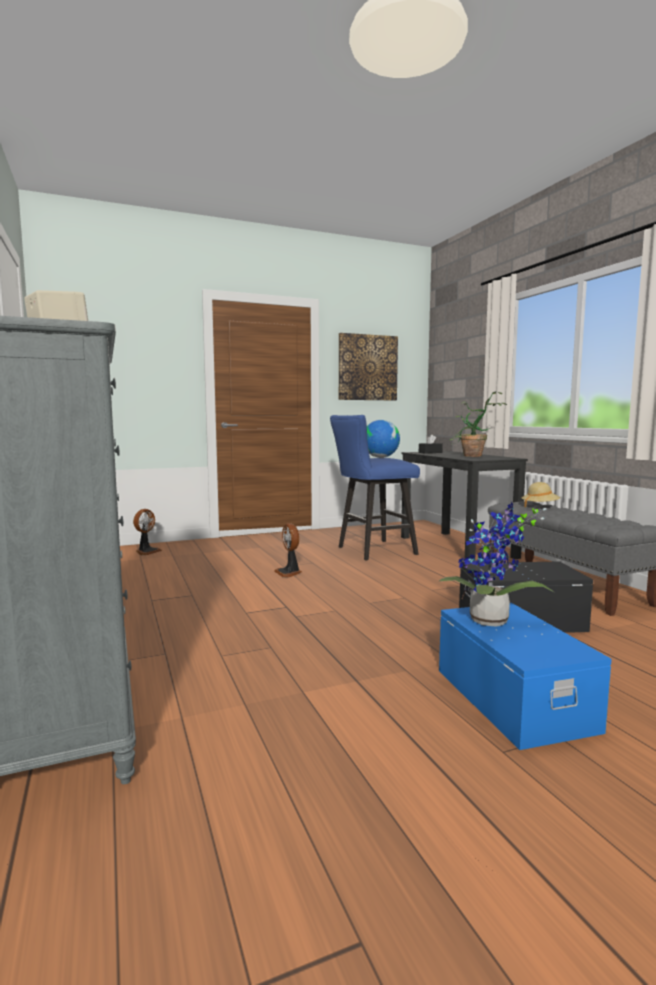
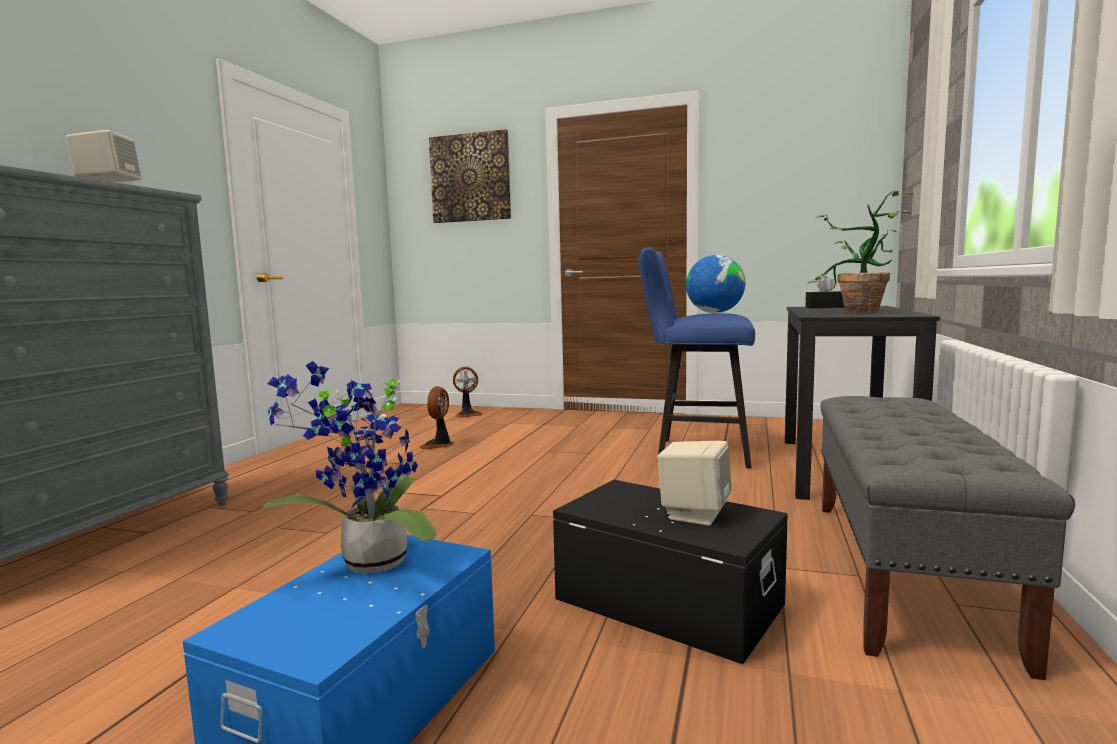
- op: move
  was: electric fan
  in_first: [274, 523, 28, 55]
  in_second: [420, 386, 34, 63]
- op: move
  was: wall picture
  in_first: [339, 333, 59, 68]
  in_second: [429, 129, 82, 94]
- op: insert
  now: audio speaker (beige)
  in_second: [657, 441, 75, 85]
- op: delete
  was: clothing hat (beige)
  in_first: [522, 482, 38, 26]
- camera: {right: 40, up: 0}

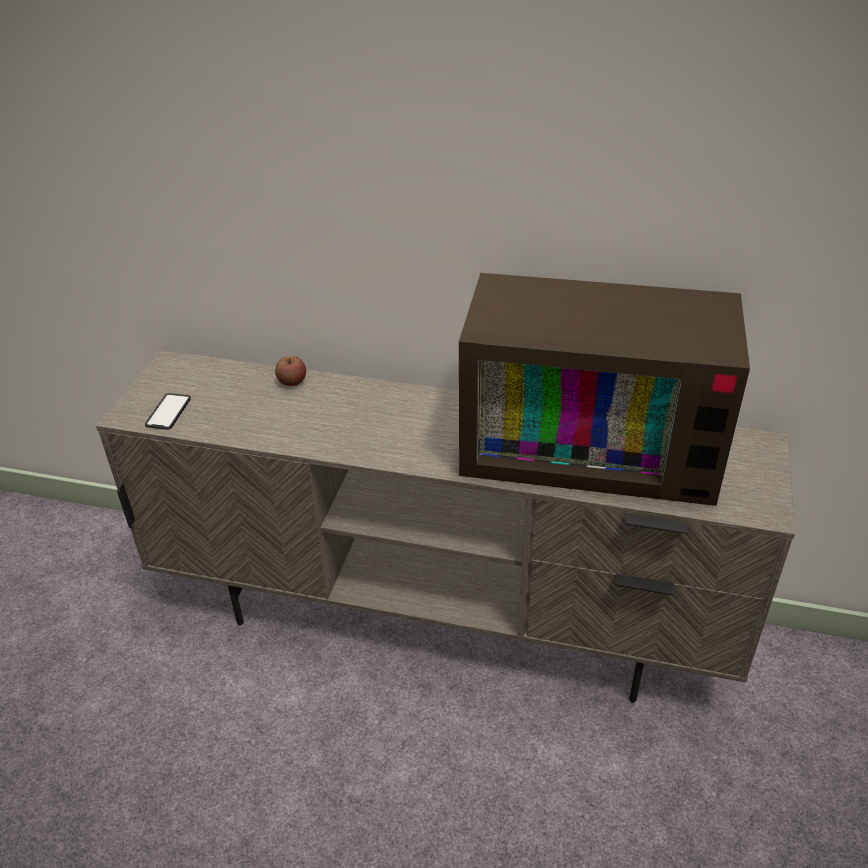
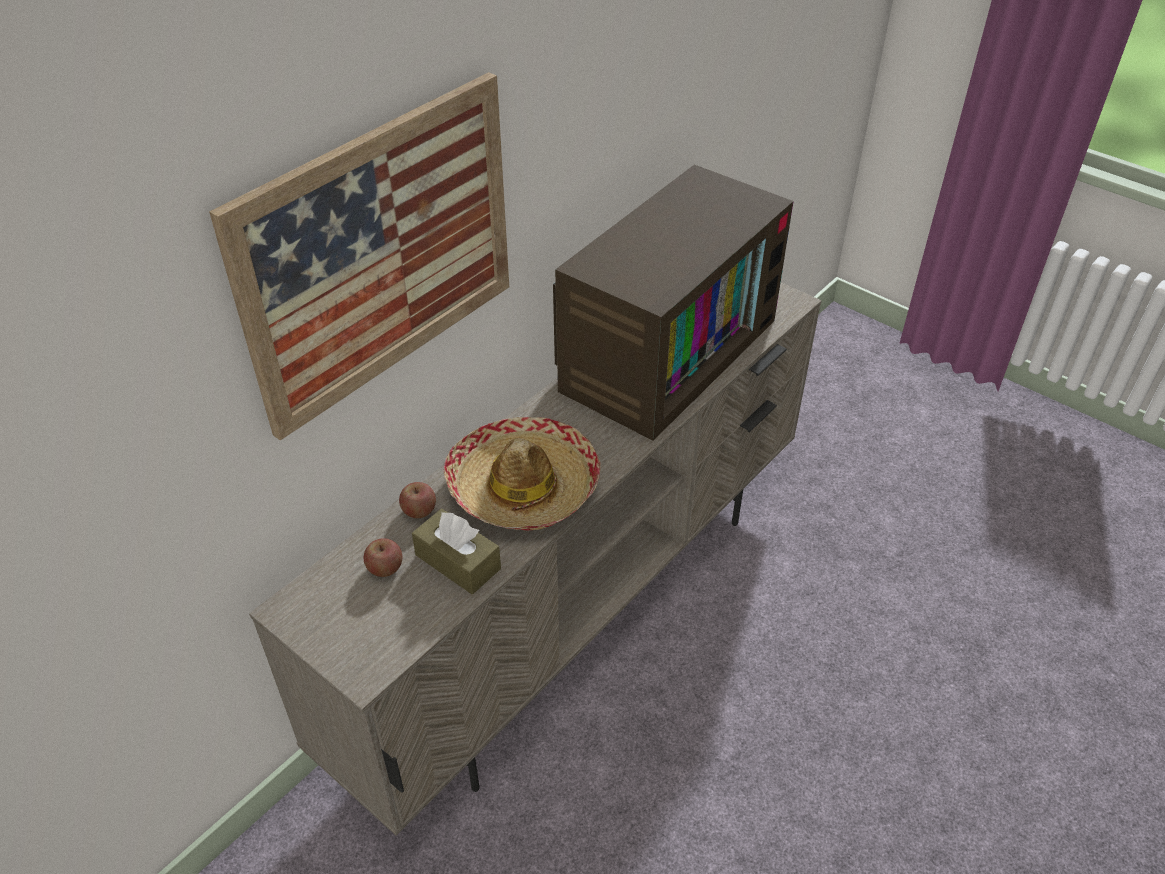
- op: insert
  now: wall picture
  in_second: [209, 72, 300, 369]
- op: insert
  now: apple fruit
  in_second: [364, 538, 38, 39]
- op: insert
  now: box of tissues (brown)
  in_second: [412, 509, 89, 85]
- op: insert
  now: clothing hat
  in_second: [444, 417, 157, 114]
- op: delete
  was: phone
  in_first: [145, 393, 46, 37]
- camera: {right: -65, up: 5}

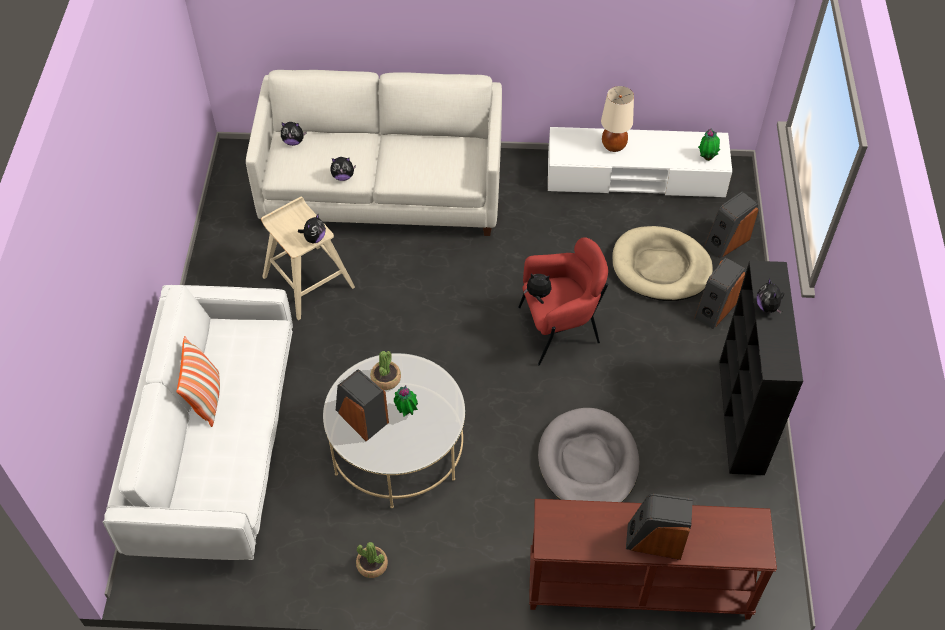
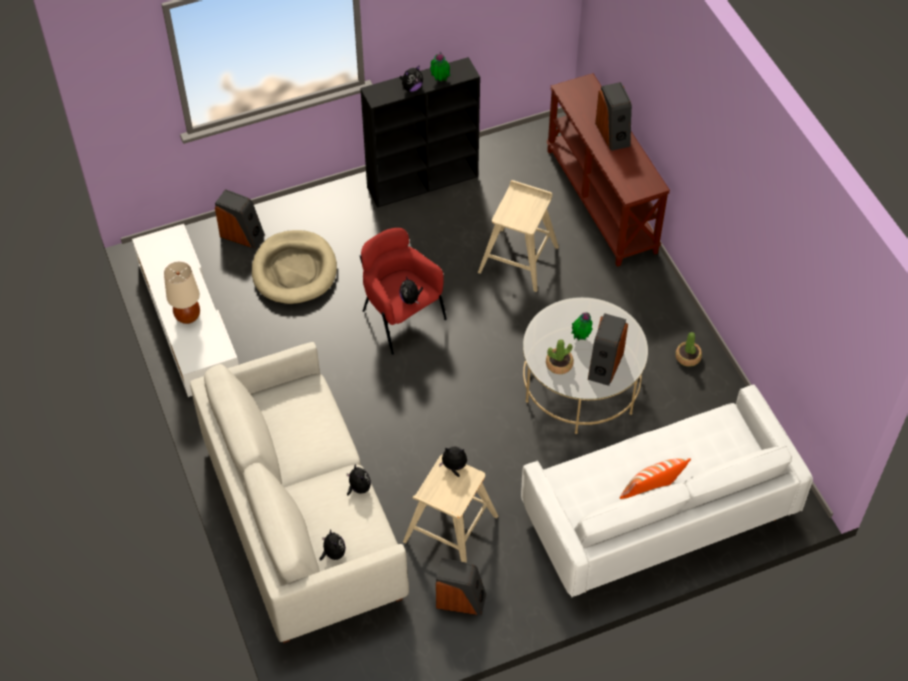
- op: move
  was: potted plant
  in_first: [698, 129, 22, 32]
  in_second: [430, 51, 21, 31]
- op: move
  was: audio speaker
  in_first: [694, 257, 52, 72]
  in_second: [436, 558, 50, 57]
- op: replace
  was: pet bed (grey)
  now: stool seat (beige)
  in_first: [538, 408, 102, 94]
  in_second: [478, 180, 81, 112]
- camera: {right: -115, up: 0}

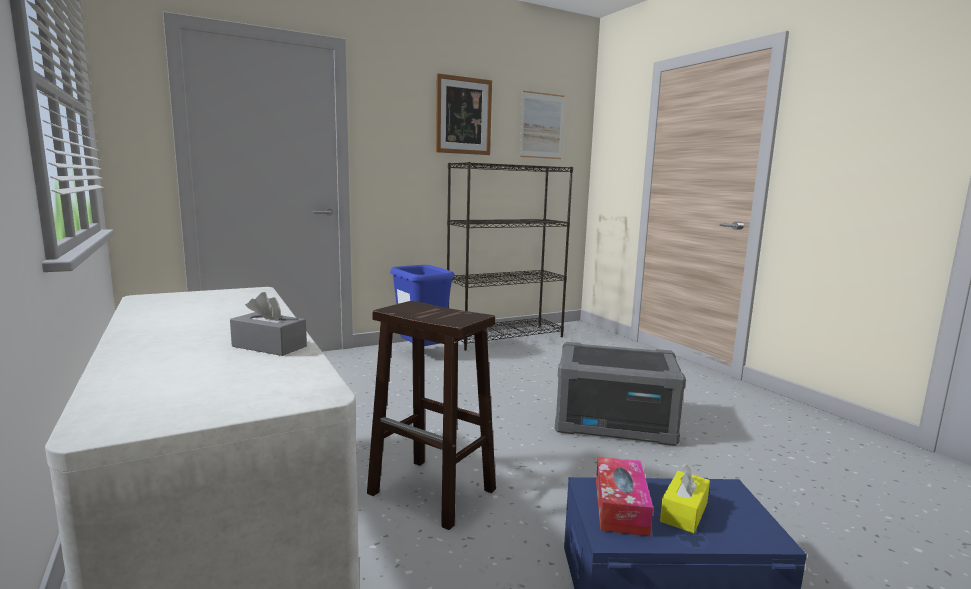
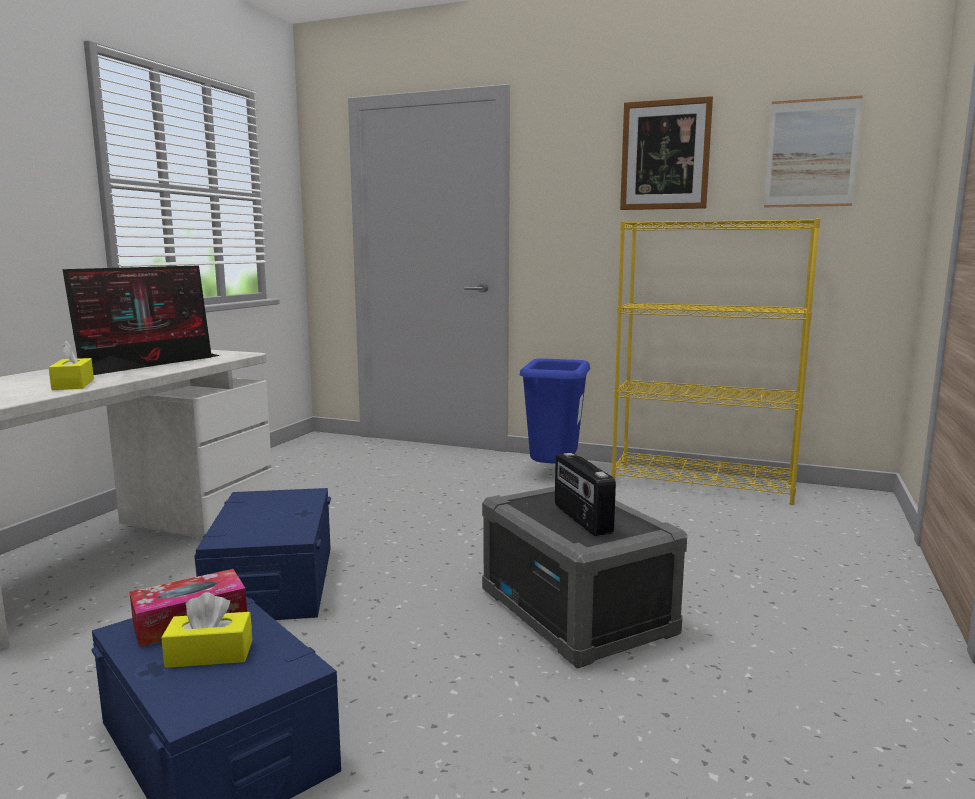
- op: recolor
  was: box of tissues (grey)
  now: box of tissues (yellow-coloured)
  in_first: [230, 292, 77, 64]
  in_second: [49, 341, 45, 49]
- op: insert
  now: monitor
  in_second: [62, 265, 158, 110]
- op: replace
  was: stool seat (brown)
  now: storage bin (blue)
  in_first: [367, 301, 129, 229]
  in_second: [194, 488, 137, 132]
- op: insert
  now: radio set
  in_second: [555, 453, 61, 83]
- op: recolor
  was: bookshelf (black-coloured)
  now: bookshelf (yellow-coloured)
  in_first: [447, 162, 126, 188]
  in_second: [611, 218, 210, 287]
- camera: {right: 50, up: 0}

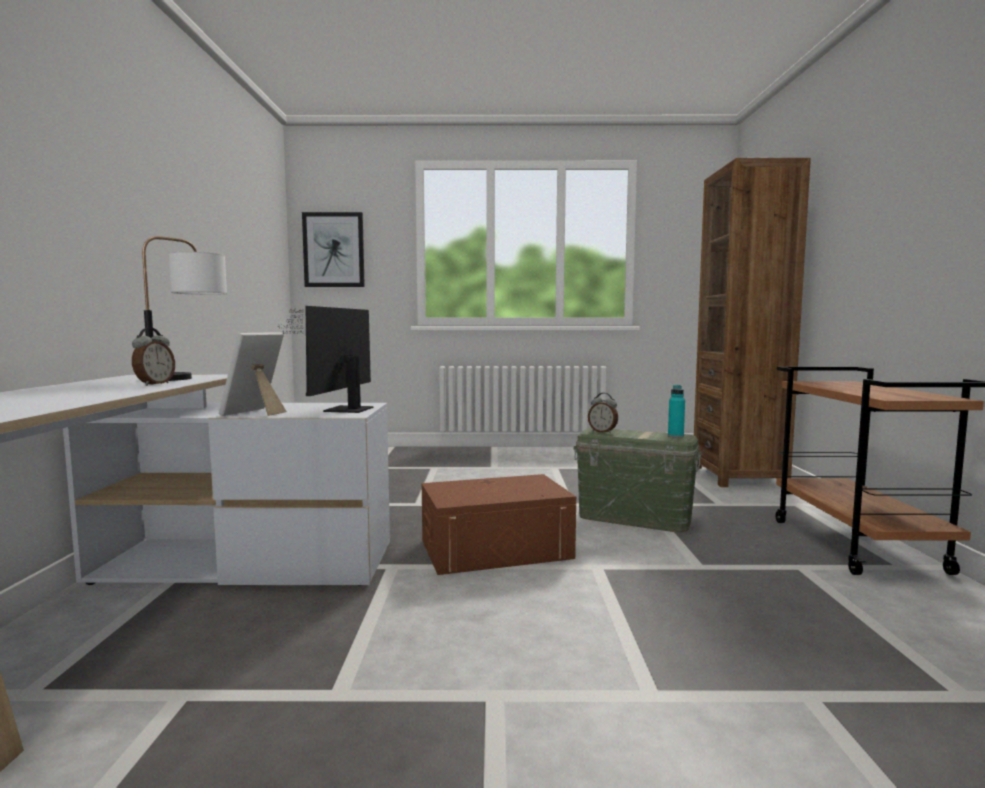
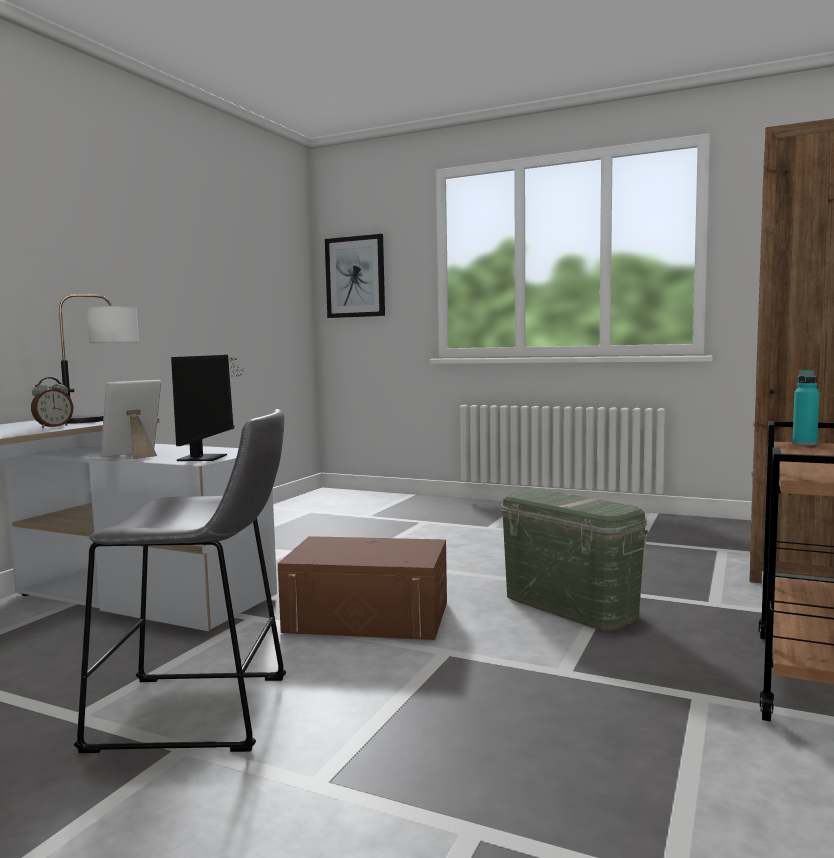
- op: insert
  now: stool seat (grey)
  in_second: [74, 409, 212, 344]
- op: rotate
  was: monitor
  in_first: [278, 306, 95, 107]
  in_second: [171, 355, 73, 106]
  clockwise: 150
- op: move
  was: bottle (turquoise-coloured)
  in_first: [668, 385, 17, 53]
  in_second: [792, 370, 27, 76]
- op: delete
  was: table clock
  in_first: [588, 393, 30, 40]
- camera: {right: 25, up: 0}

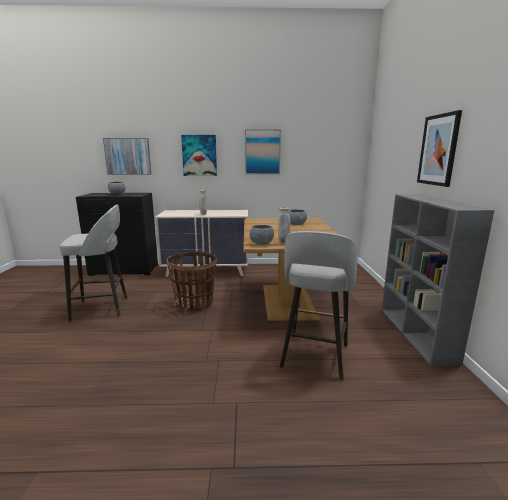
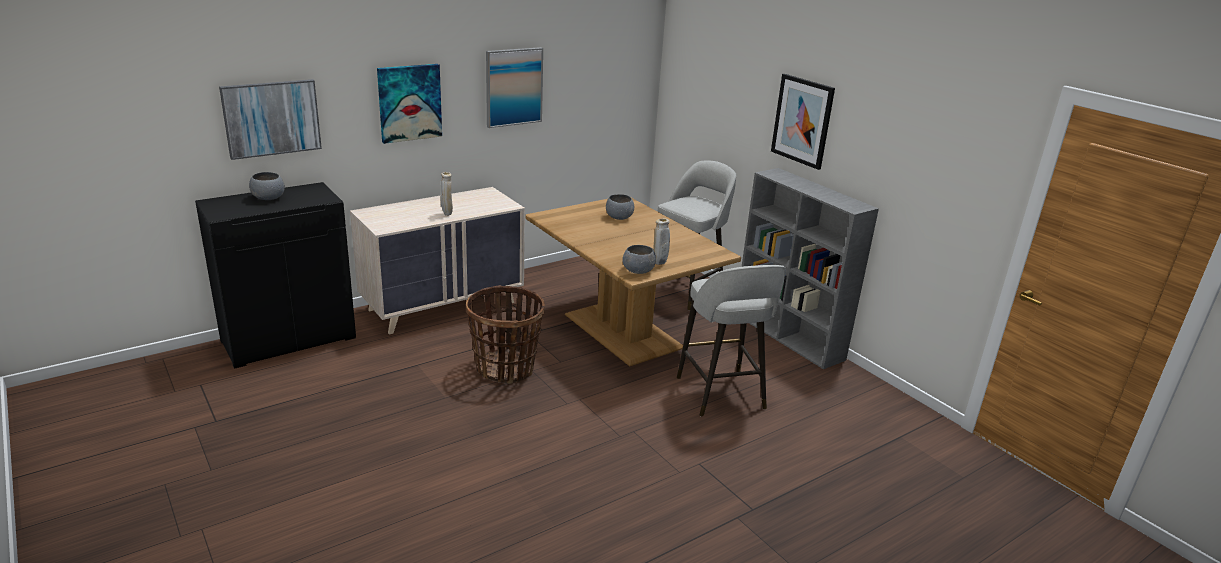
- op: move
  was: stool seat (grey)
  in_first: [60, 205, 68, 117]
  in_second: [657, 160, 80, 151]
- camera: {right: -35, up: 10}

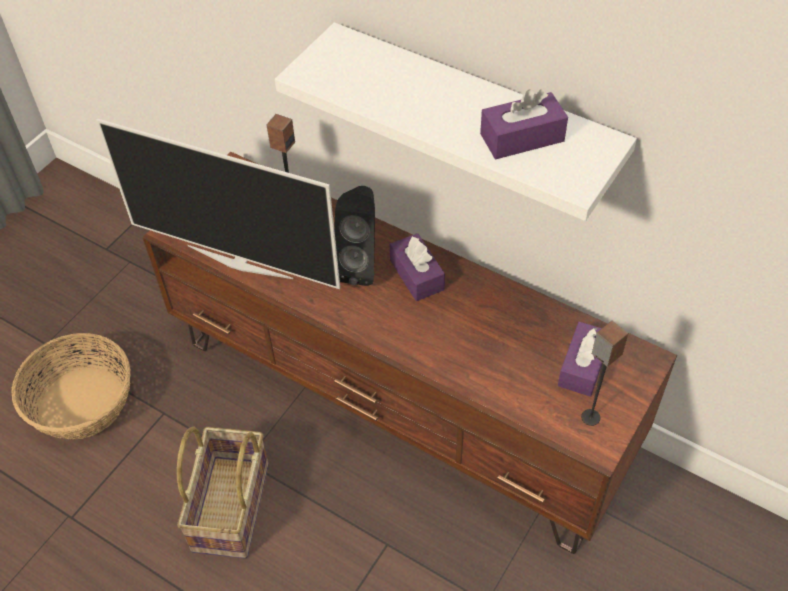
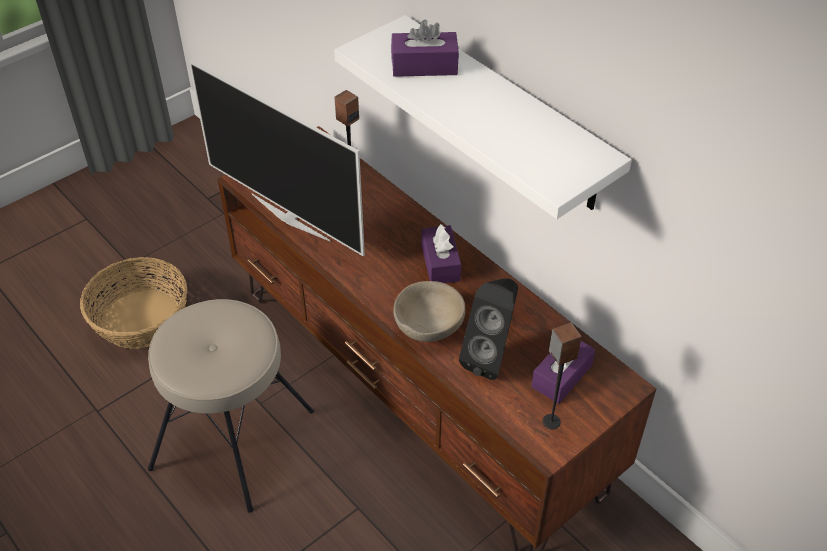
- op: replace
  was: household basket
  now: stool seat (beige)
  in_first: [177, 426, 92, 133]
  in_second: [148, 299, 166, 214]
- op: move
  was: box of tissues (purple-coloured)
  in_first: [480, 89, 88, 70]
  in_second: [391, 20, 68, 57]
- op: insert
  now: bowl (beige)
  in_second: [393, 281, 72, 61]
- op: move
  was: audio speaker (black-coloured)
  in_first: [334, 186, 41, 100]
  in_second: [459, 278, 59, 102]
- camera: {right: 15, up: -5}

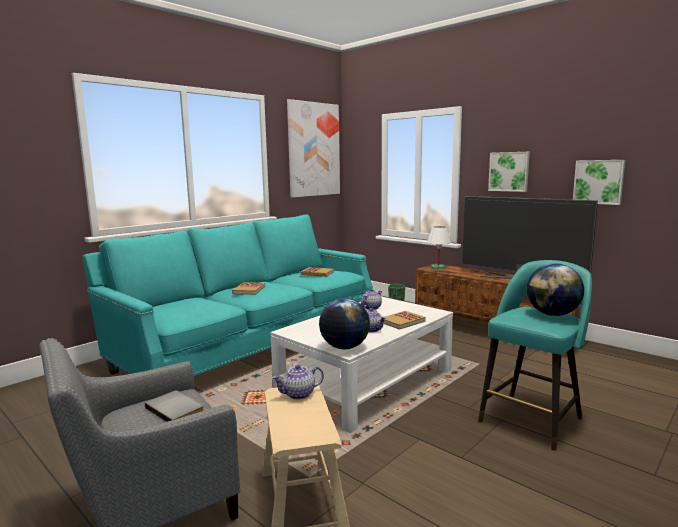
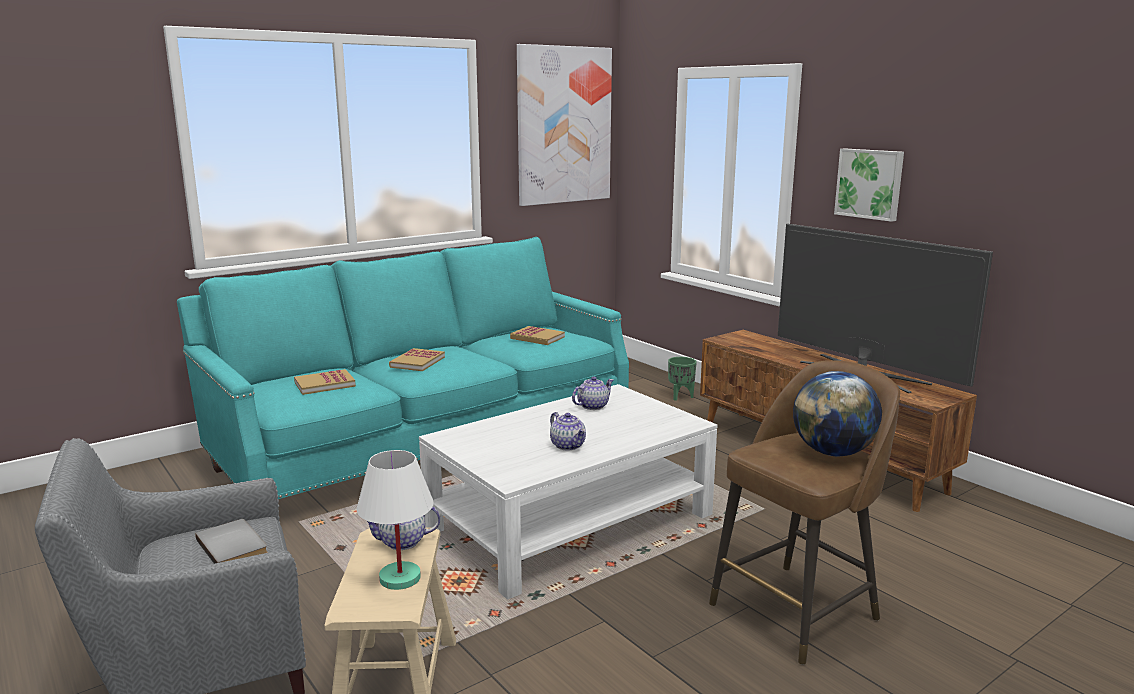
- op: move
  was: book
  in_first: [384, 311, 41, 19]
  in_second: [294, 369, 62, 26]
- op: move
  was: table lamp (whitish)
  in_first: [427, 226, 24, 43]
  in_second: [357, 450, 77, 140]
- op: recolor
  was: stool seat (turquoise-coloured)
  now: stool seat (brown)
  in_first: [478, 260, 114, 191]
  in_second: [709, 360, 191, 305]
- op: delete
  was: desk globe
  in_first: [319, 298, 51, 51]
- op: delete
  was: wall picture
  in_first: [573, 160, 52, 45]
- camera: {right: 10, up: 5}

